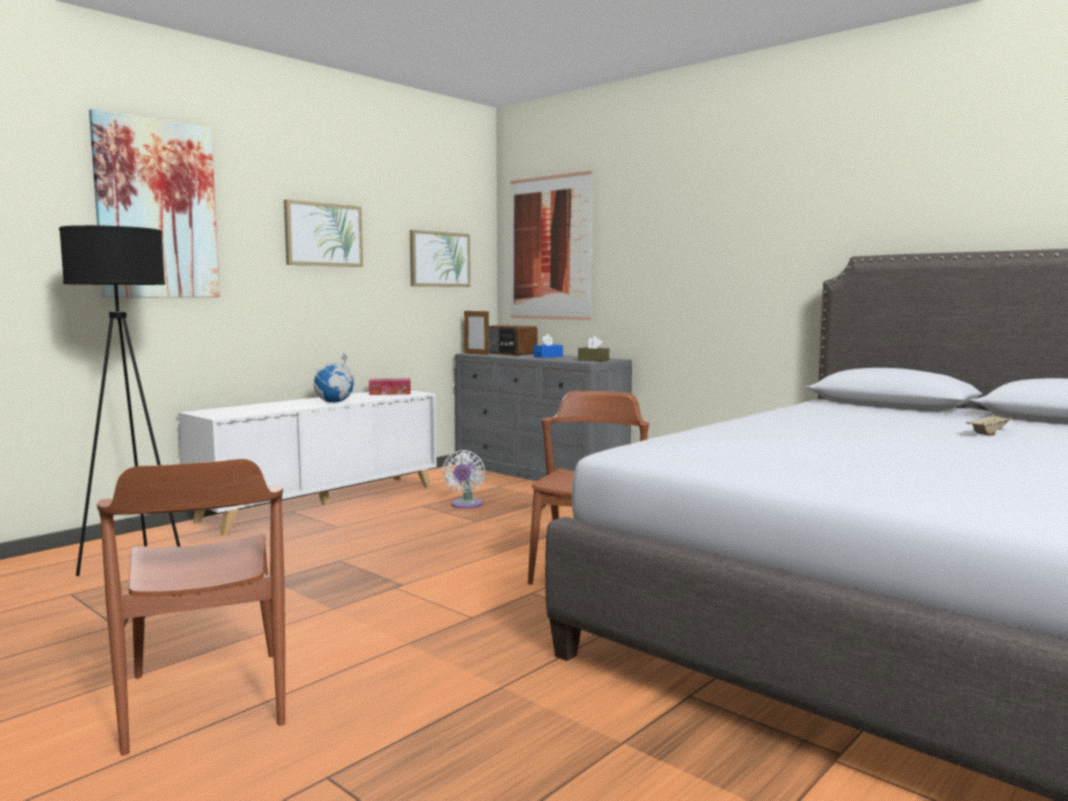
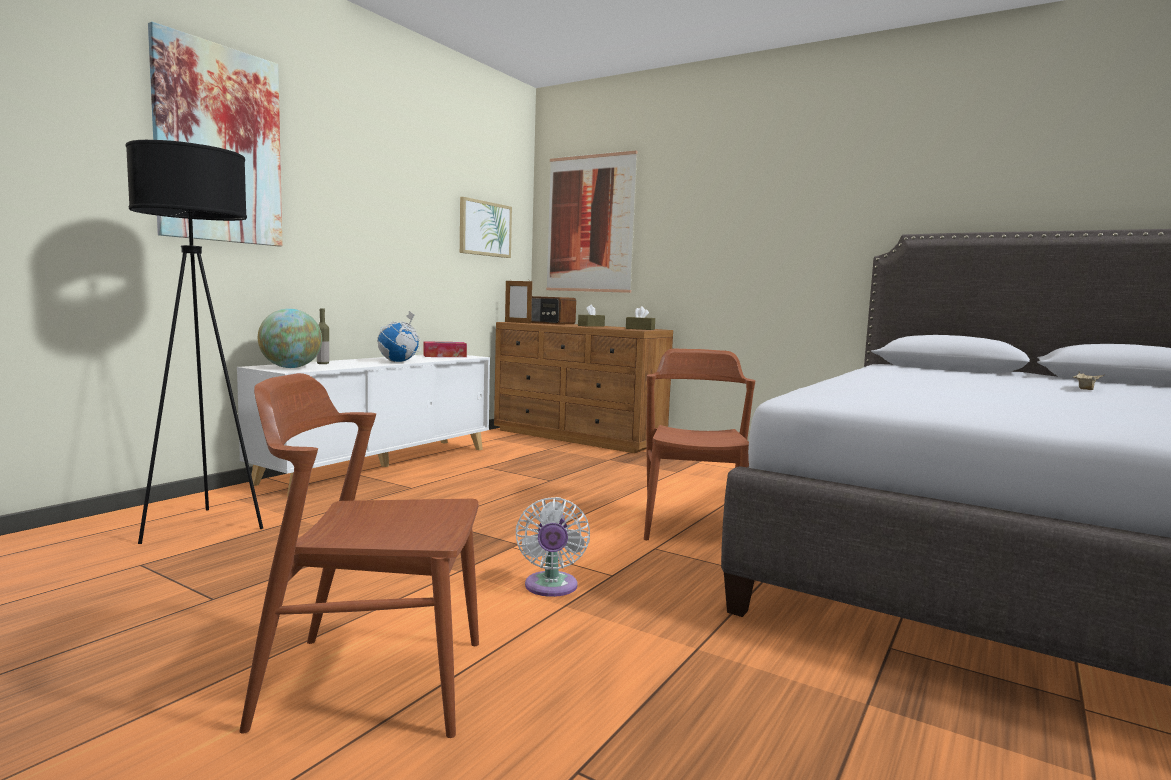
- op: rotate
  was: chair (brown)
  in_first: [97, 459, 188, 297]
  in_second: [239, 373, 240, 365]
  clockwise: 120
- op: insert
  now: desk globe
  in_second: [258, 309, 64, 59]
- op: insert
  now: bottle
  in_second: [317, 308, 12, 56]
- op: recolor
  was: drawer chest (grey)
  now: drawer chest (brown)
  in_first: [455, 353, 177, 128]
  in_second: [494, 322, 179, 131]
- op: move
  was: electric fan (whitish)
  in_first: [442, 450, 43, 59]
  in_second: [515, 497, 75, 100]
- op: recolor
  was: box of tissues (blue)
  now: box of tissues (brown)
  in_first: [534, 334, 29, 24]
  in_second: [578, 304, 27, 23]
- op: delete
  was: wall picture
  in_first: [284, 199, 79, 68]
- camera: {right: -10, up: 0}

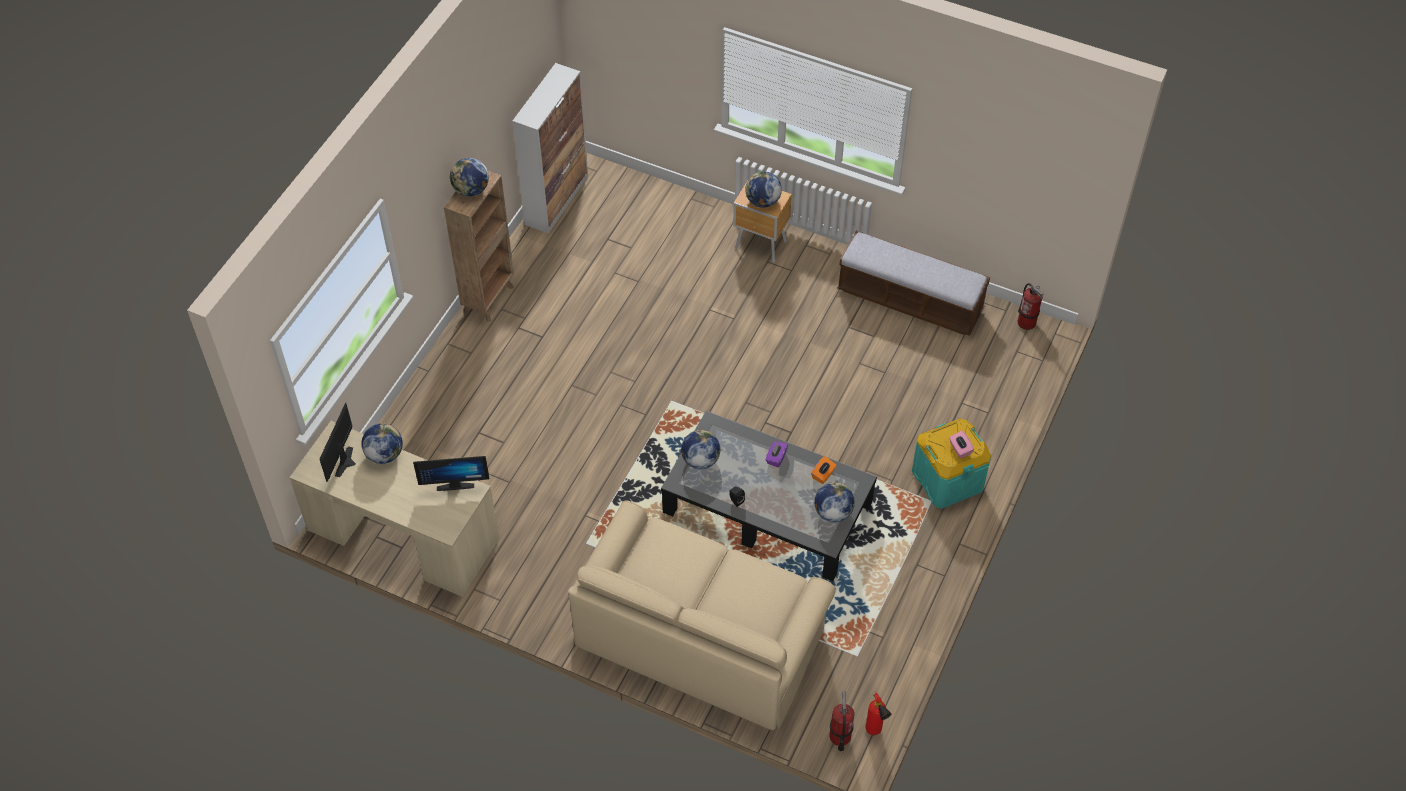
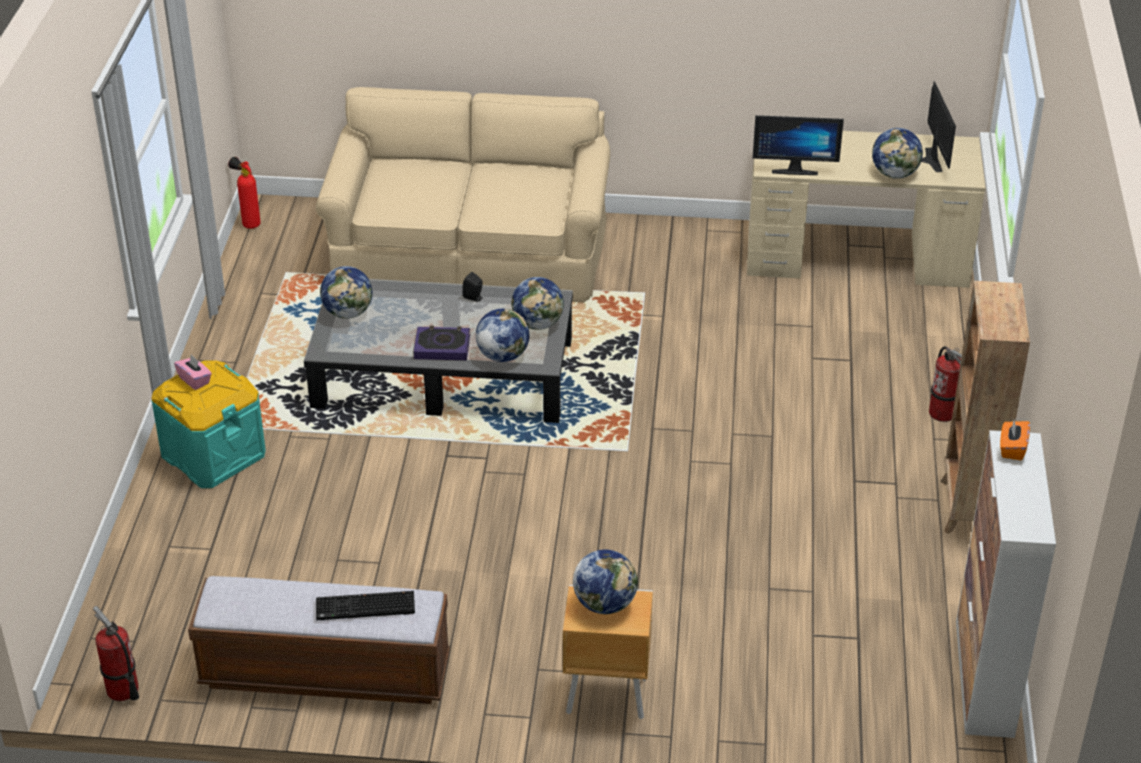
- op: insert
  now: PC keyboard
  in_second: [316, 591, 99, 30]
- op: replace
  was: box of tissues (purple-coloured)
  now: book
  in_first: [765, 441, 23, 26]
  in_second: [413, 326, 57, 34]
- op: move
  was: desk globe
  in_first: [450, 158, 39, 39]
  in_second: [476, 309, 53, 53]
- op: rotate
  was: monitor
  in_first: [413, 456, 77, 35]
  in_second: [753, 115, 91, 60]
  clockwise: -150
- op: move
  was: extinguisher
  in_first: [829, 691, 26, 60]
  in_second: [929, 346, 33, 76]
- op: move
  was: box of tissues (orange)
  in_first: [811, 456, 26, 28]
  in_second: [1000, 420, 30, 40]
- camera: {right: 160, up: -15}

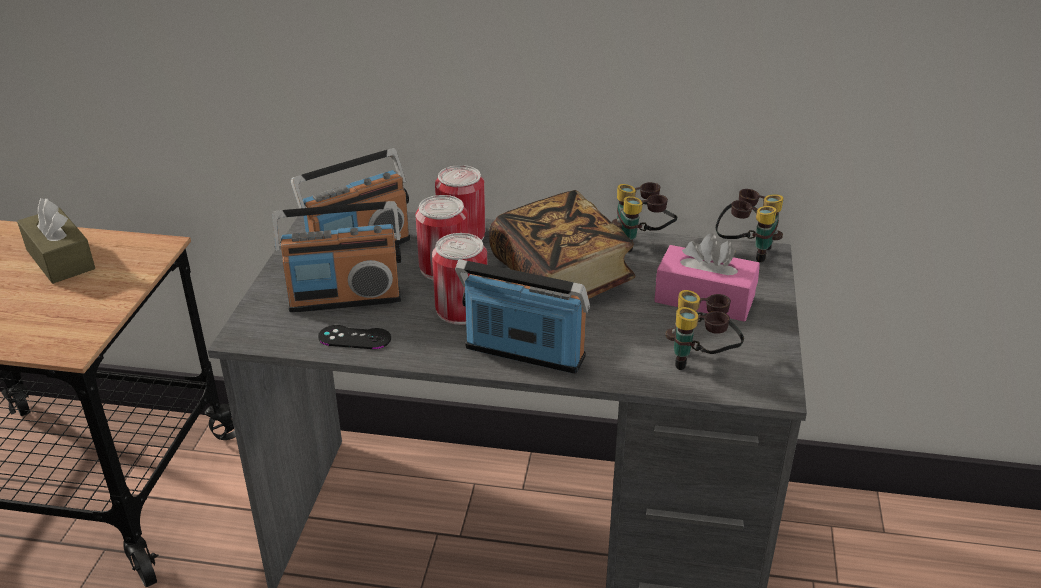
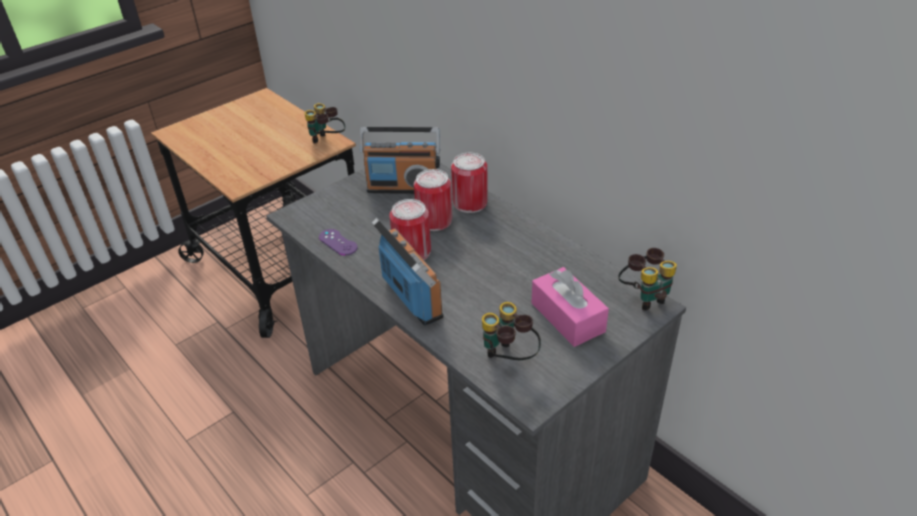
- op: move
  was: binoculars
  in_first: [612, 182, 66, 70]
  in_second: [305, 103, 41, 41]
- op: recolor
  was: game controller (black-coloured)
  now: game controller (purple-coloured)
  in_first: [318, 325, 73, 24]
  in_second: [319, 229, 39, 26]
- op: delete
  was: box of tissues (brown)
  in_first: [17, 198, 78, 86]
- op: delete
  was: radio set
  in_first: [272, 201, 129, 112]
- op: delete
  was: book
  in_first: [489, 190, 146, 109]
- camera: {right: 40, up: 5}

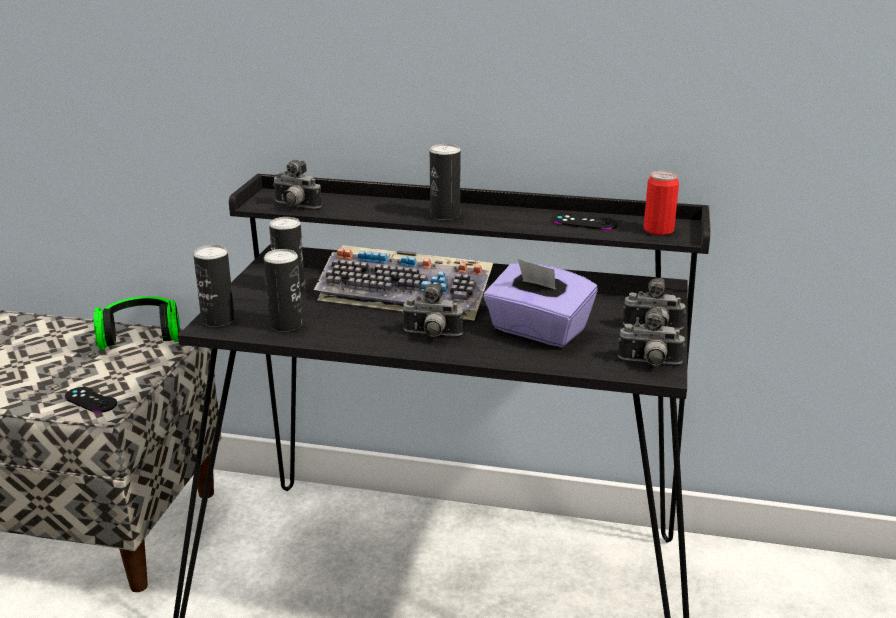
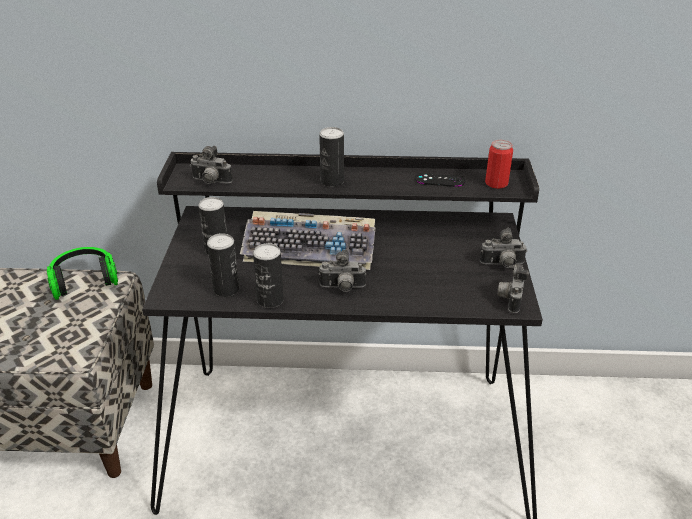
- op: move
  was: metal can
  in_first: [193, 245, 42, 82]
  in_second: [253, 243, 31, 65]
- op: rotate
  was: photo camera
  in_first: [618, 308, 67, 58]
  in_second: [497, 264, 32, 49]
  clockwise: 105
- op: delete
  was: game controller (black-coloured)
  in_first: [65, 387, 52, 26]
- op: delete
  was: box of tissues (purple-coloured)
  in_first: [484, 258, 114, 89]
- camera: {right: -10, up: 10}

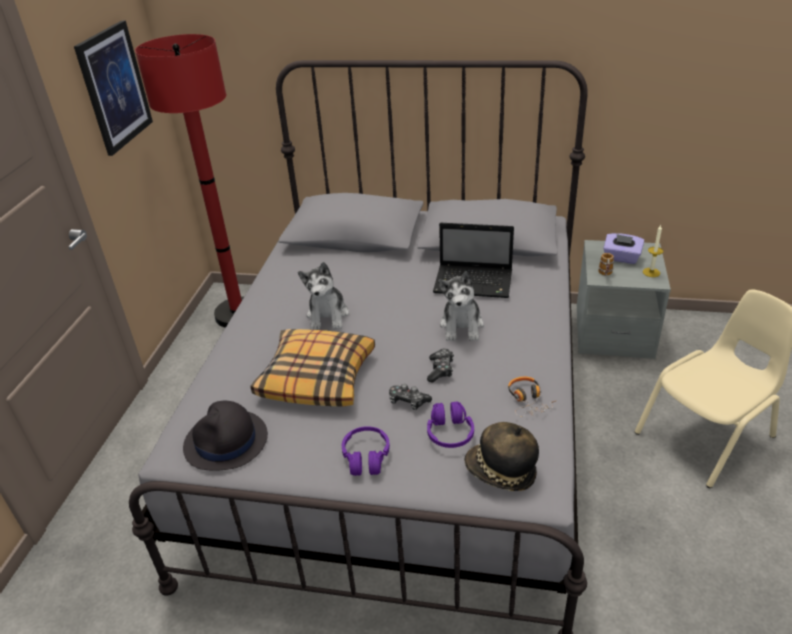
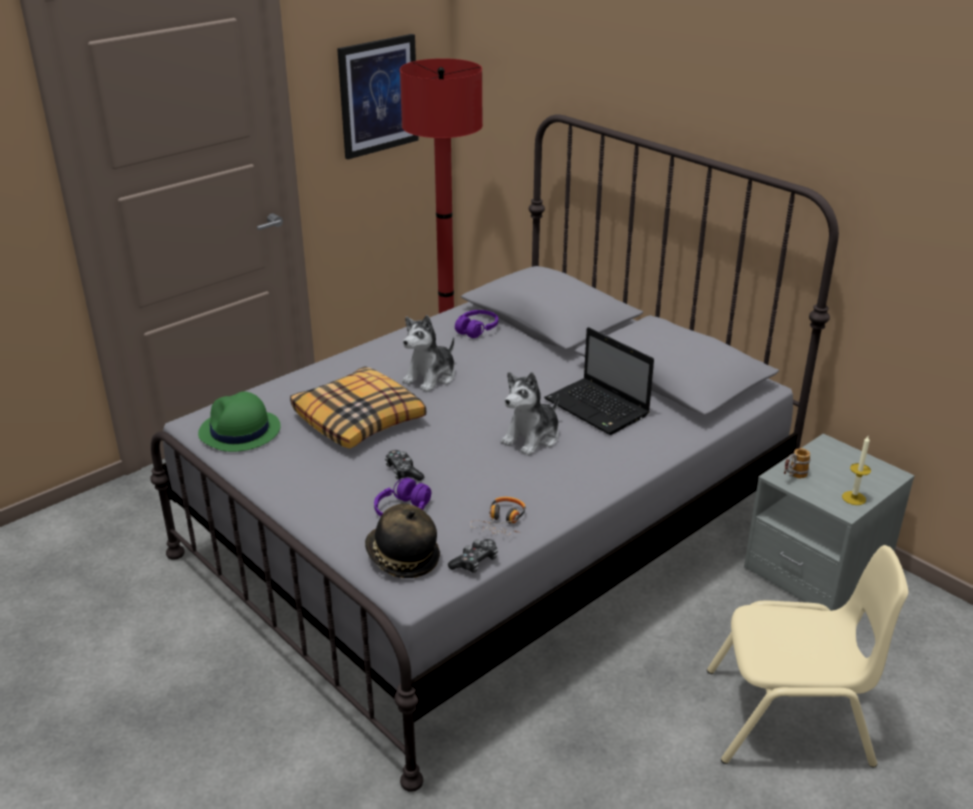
- op: recolor
  was: clothing hat (black-coloured)
  now: clothing hat (green-coloured)
  in_first: [183, 401, 85, 70]
  in_second: [198, 391, 83, 61]
- op: move
  was: game controller
  in_first: [427, 349, 27, 34]
  in_second: [448, 539, 50, 34]
- op: move
  was: headphones (purple-coloured)
  in_first: [342, 426, 48, 50]
  in_second: [455, 310, 43, 28]
- op: delete
  was: box of tissues (purple-coloured)
  in_first: [603, 233, 41, 31]
- camera: {right: 35, up: -5}

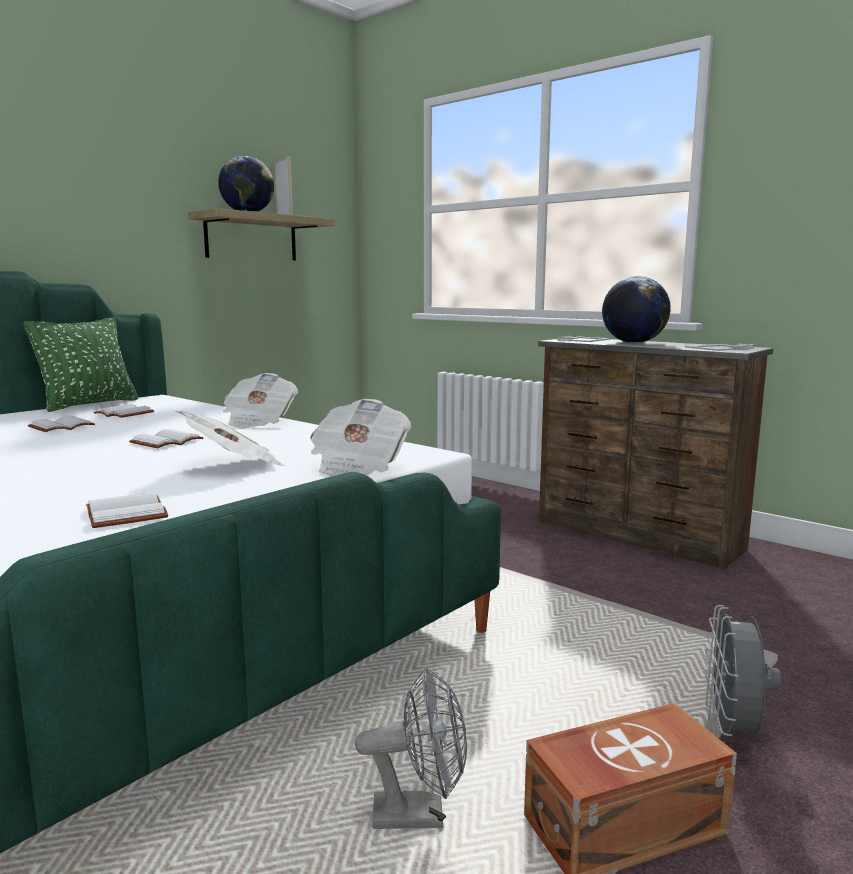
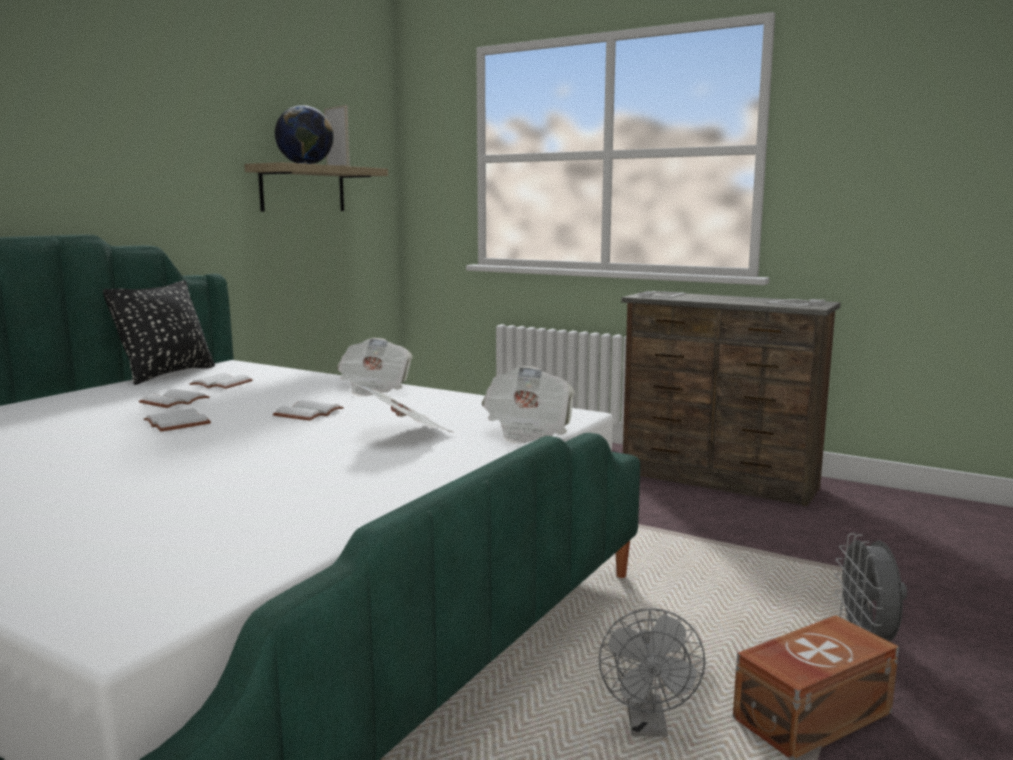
- op: recolor
  was: pillow (green-coloured)
  now: pillow (black-coloured)
  in_first: [23, 317, 115, 95]
  in_second: [103, 280, 112, 105]
- op: move
  was: book (whitish)
  in_first: [86, 492, 82, 36]
  in_second: [144, 408, 67, 24]
- op: rotate
  was: electric fan (grey)
  in_first: [355, 668, 112, 161]
  in_second: [599, 608, 107, 129]
  clockwise: 105
- op: delete
  was: desk globe
  in_first: [602, 276, 69, 67]
- camera: {right: -10, up: 0}

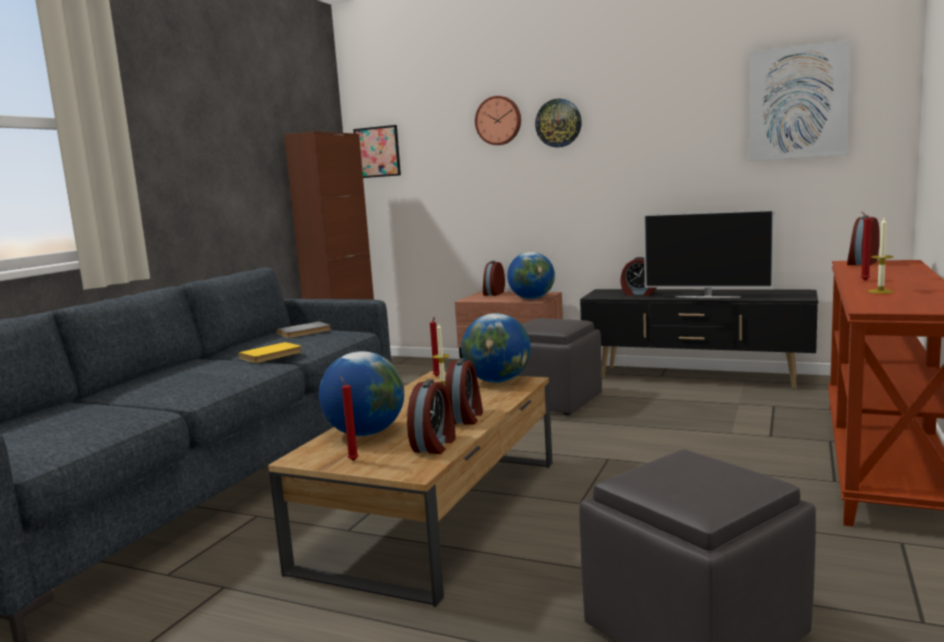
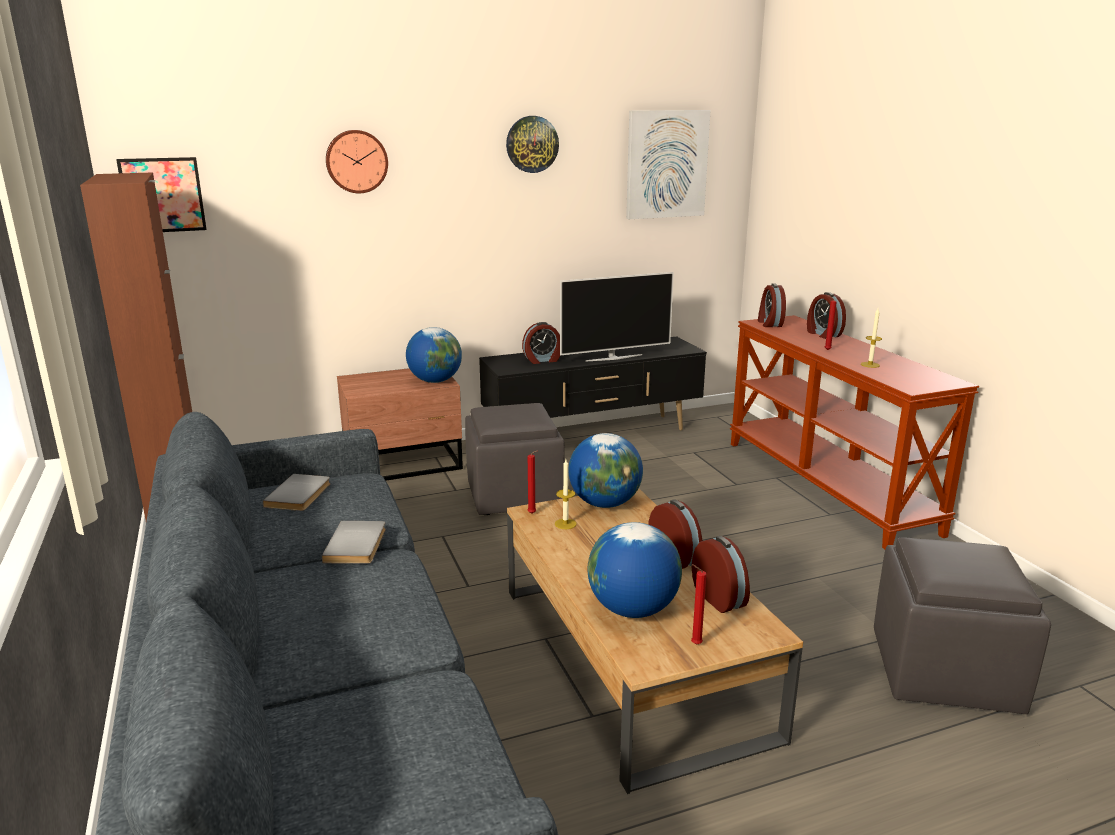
- op: recolor
  was: book (yellow-coloured)
  now: book (grey)
  in_first: [238, 342, 64, 21]
  in_second: [322, 521, 64, 43]
- op: move
  was: clock on the wall
  in_first: [535, 99, 47, 48]
  in_second: [506, 116, 53, 57]
- op: move
  was: table clock
  in_first: [483, 261, 22, 35]
  in_second: [807, 292, 39, 47]
- camera: {right: -45, up: 10}

